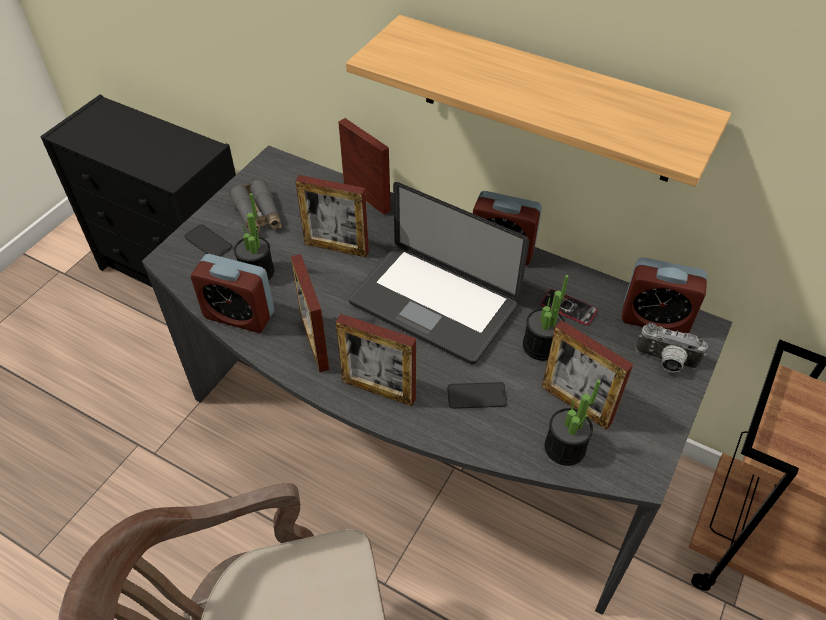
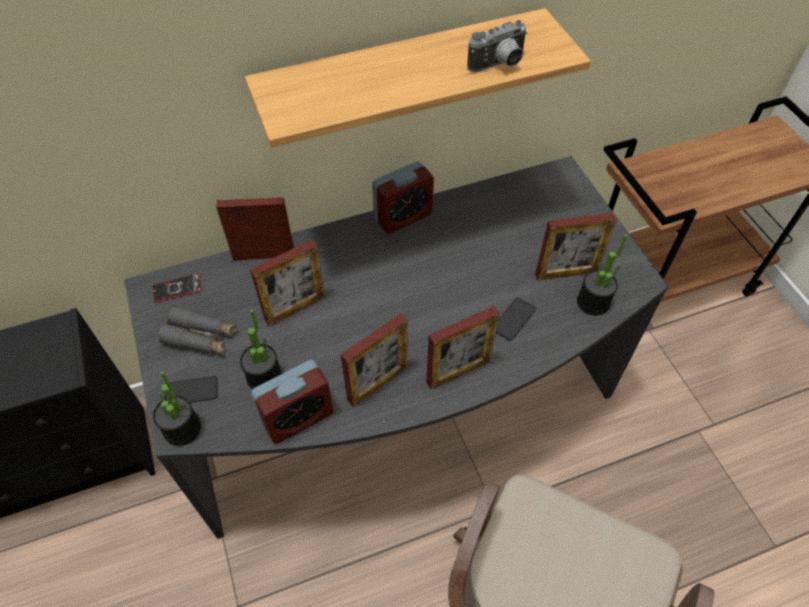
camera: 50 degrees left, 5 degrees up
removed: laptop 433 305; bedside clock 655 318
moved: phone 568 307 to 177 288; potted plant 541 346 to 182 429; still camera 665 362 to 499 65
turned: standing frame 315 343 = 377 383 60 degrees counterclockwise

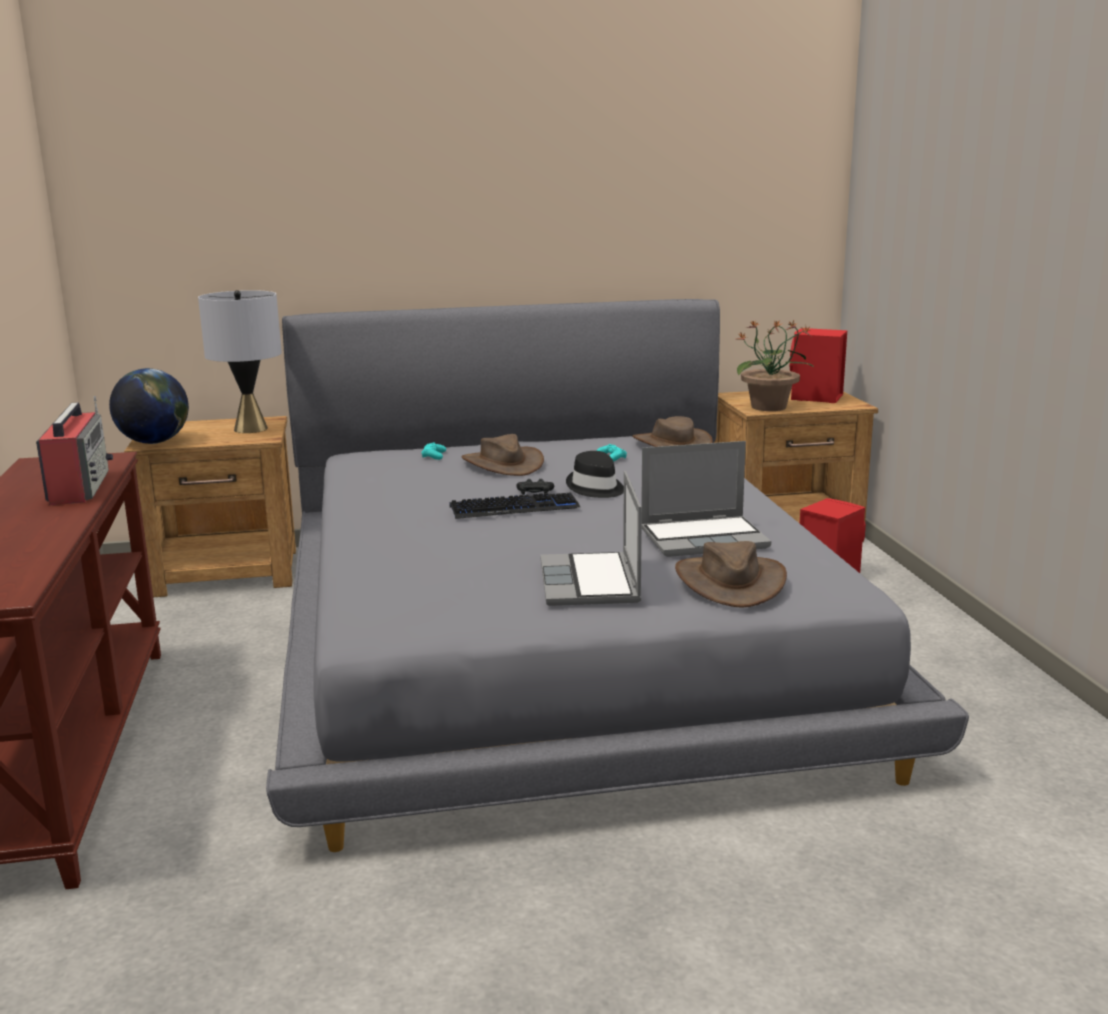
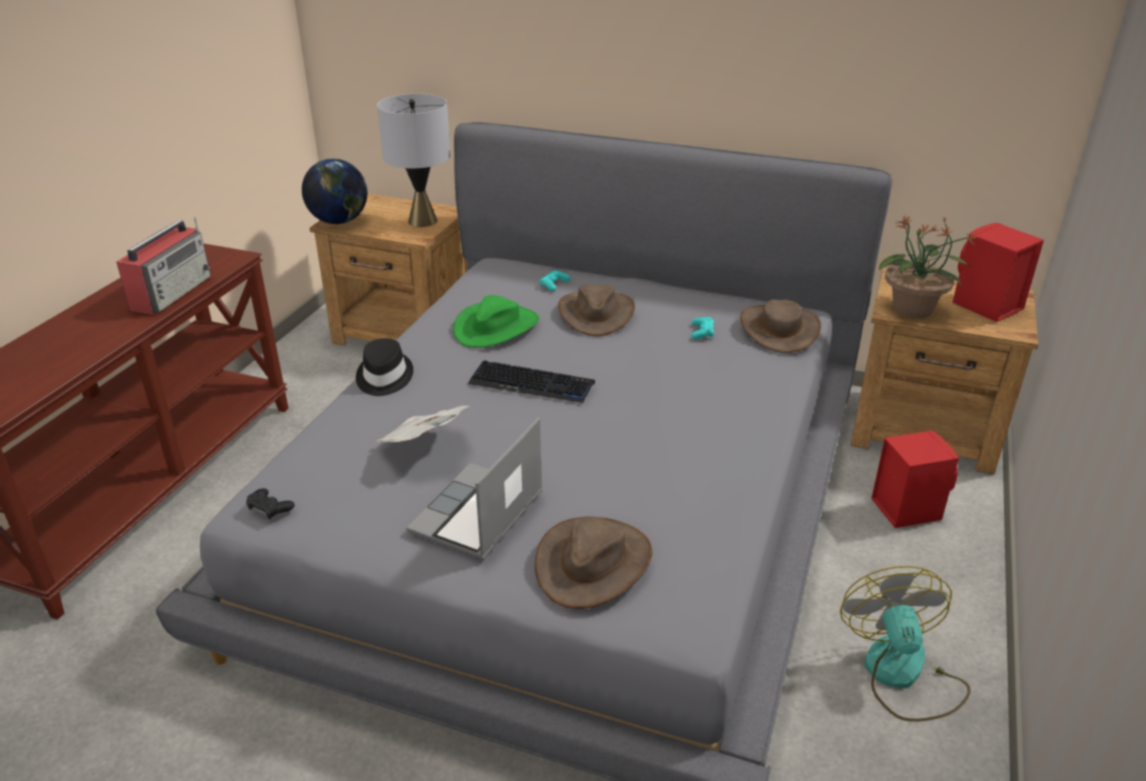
camera: 30 degrees right, 15 degrees up
removed: laptop 705 538
added: printed paper 424 444; wearable hat in green 496 327; cooling fan 901 675
moved: joypad in blackish 535 492 to 270 508; wearable hat in blackish 595 488 to 383 377

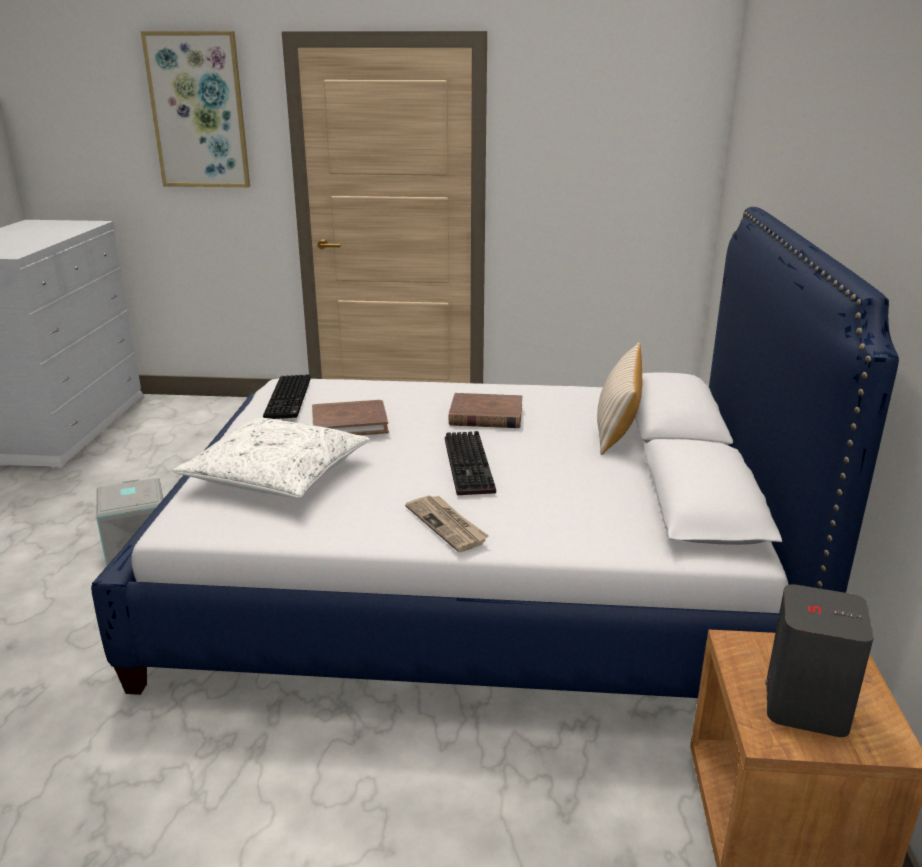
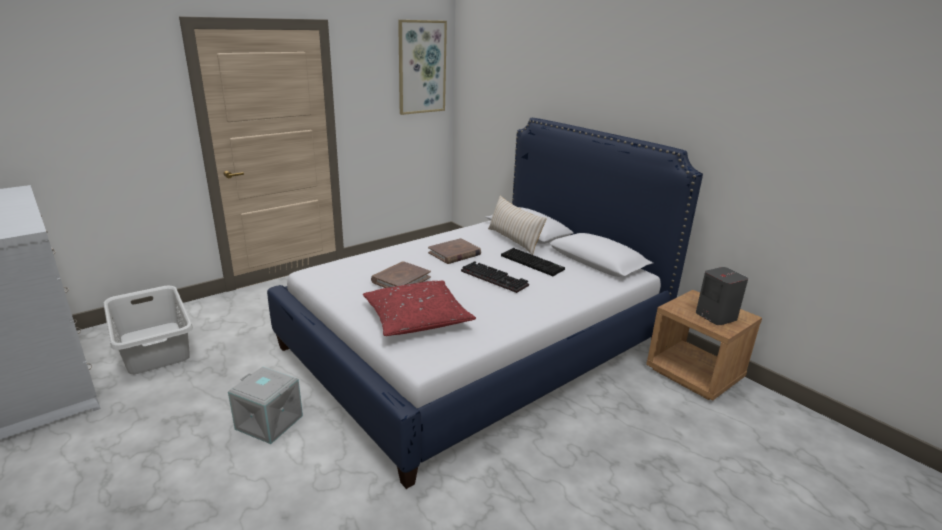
camera: 45 degrees left, 0 degrees up
removed: printed paper 447 525
added: washing basket in grey 153 347
moved: wall picture 198 111 to 421 67; computer keyboard 290 398 to 533 263
recoloured: cushion in white-coloured 277 474 to cushion in red-coloured 417 318

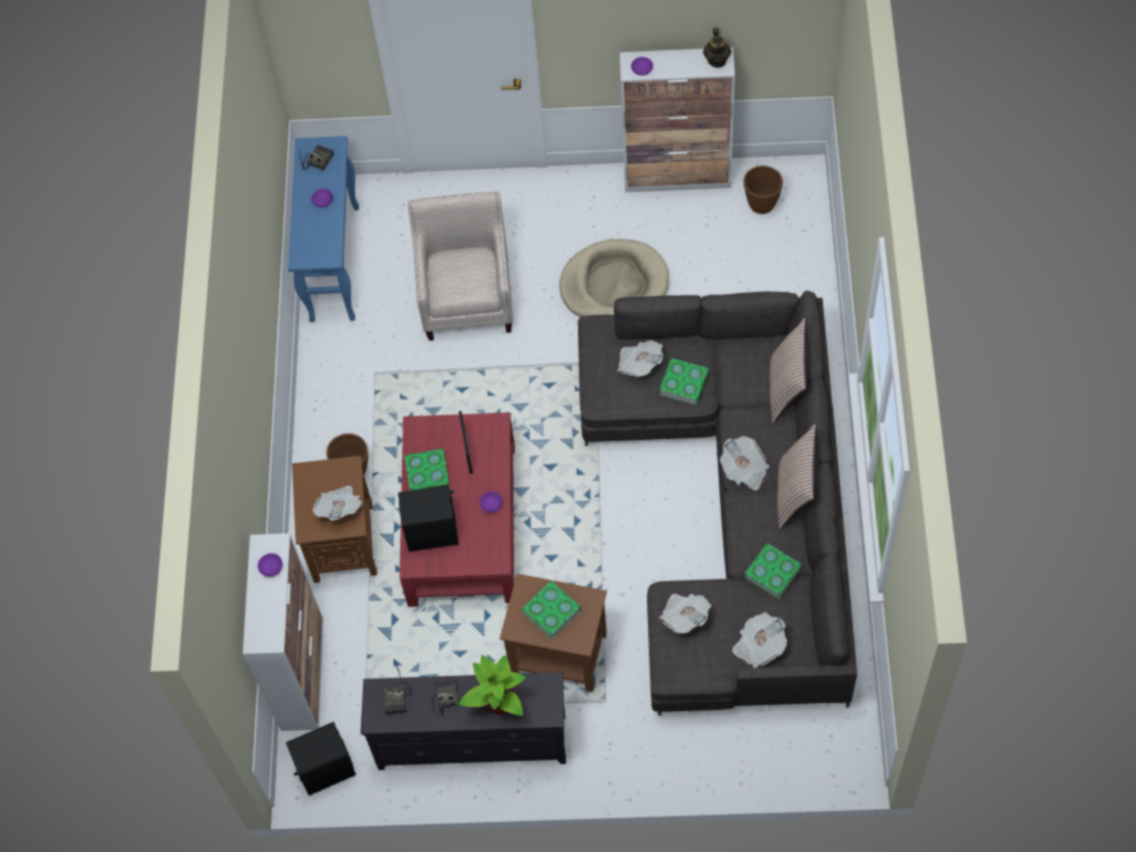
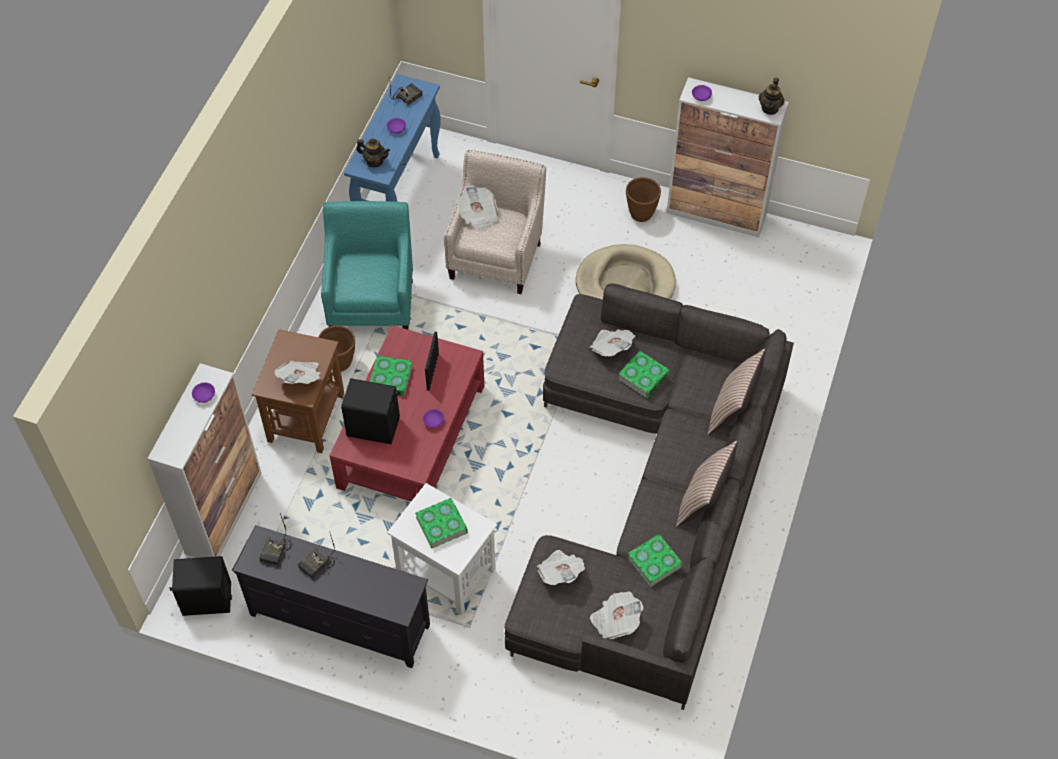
camera: 15 degrees right, 5 degrees down
removed: potted plant 499 703
added: lounge chair in turquoise-coloured 373 301; pot for tea 374 161
moved: printed paper 744 470 to 478 216; flower pot in brownish 761 204 to 641 214
recoloured: side table in brownish 557 654 to side table in white-coloured 445 572
turned: radio set 445 698 = 317 565 150 degrees counterclockwise

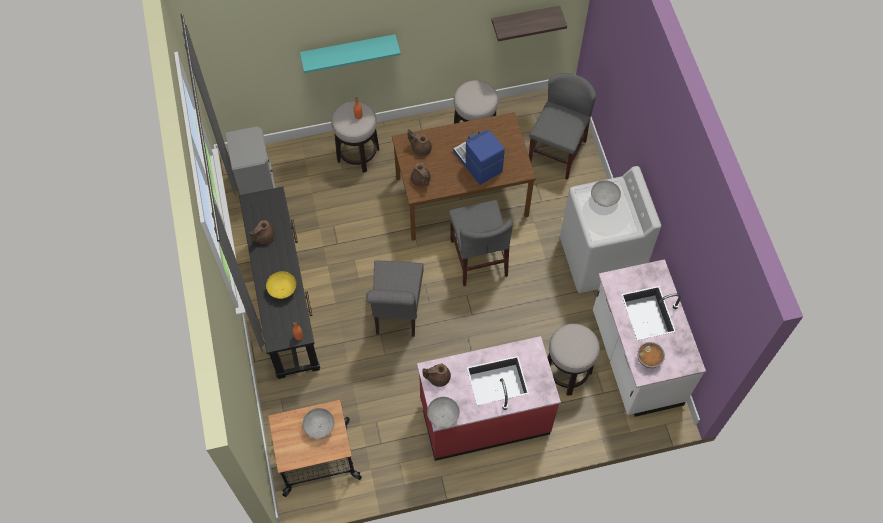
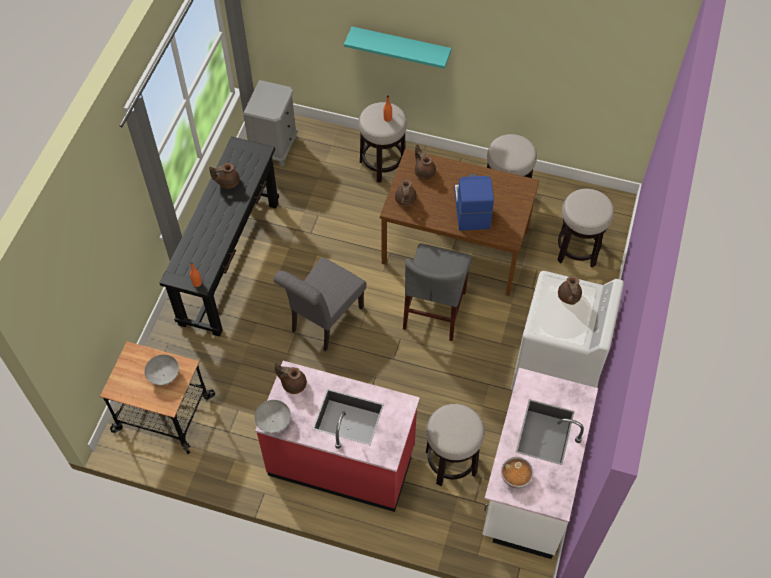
camera: 30 degrees right, 5 degrees down
removed: serving bowl in yellow-coloured 283 289; shelf 524 20
replaced: chair in grey 557 152 to stool 577 250; serving bowl in grey 604 199 to pot for tea in brownish 568 297

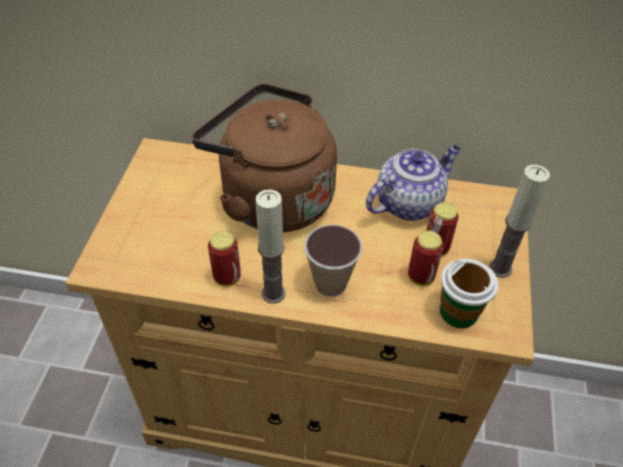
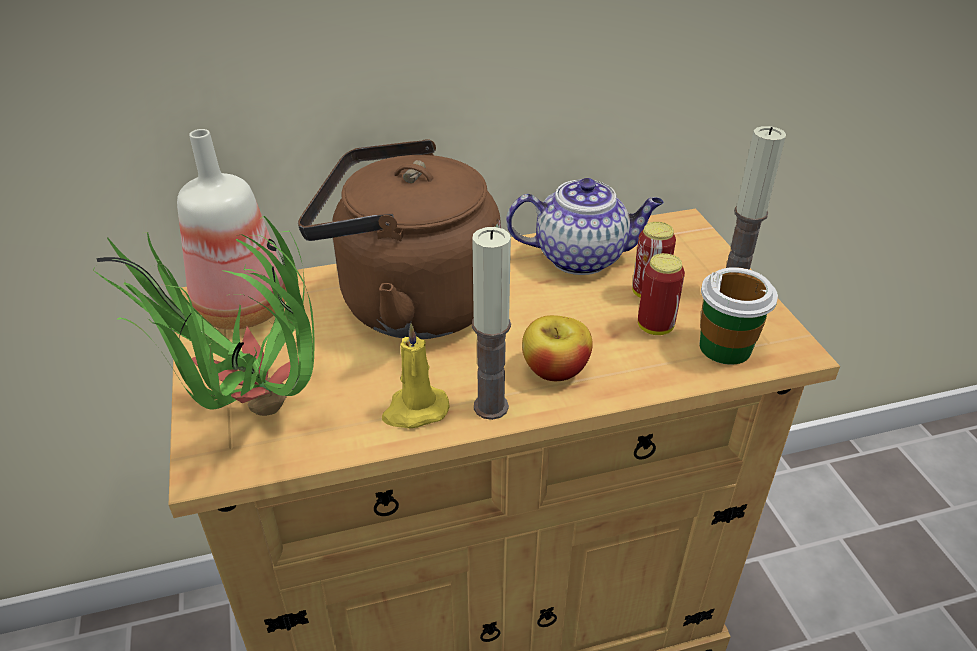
camera: 25 degrees left, 10 degrees down
added: potted plant 252 423; drink bottle 243 307
replaced: metal can 227 277 to candle in yellow-coloured 415 410; cup 330 283 to apple fruit 555 370
turned: pot for tea 409 203 = 582 257 60 degrees clockwise

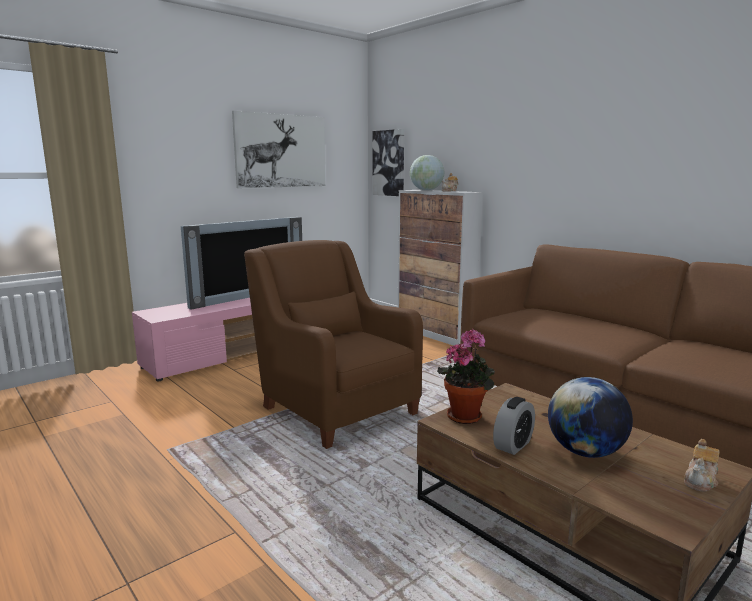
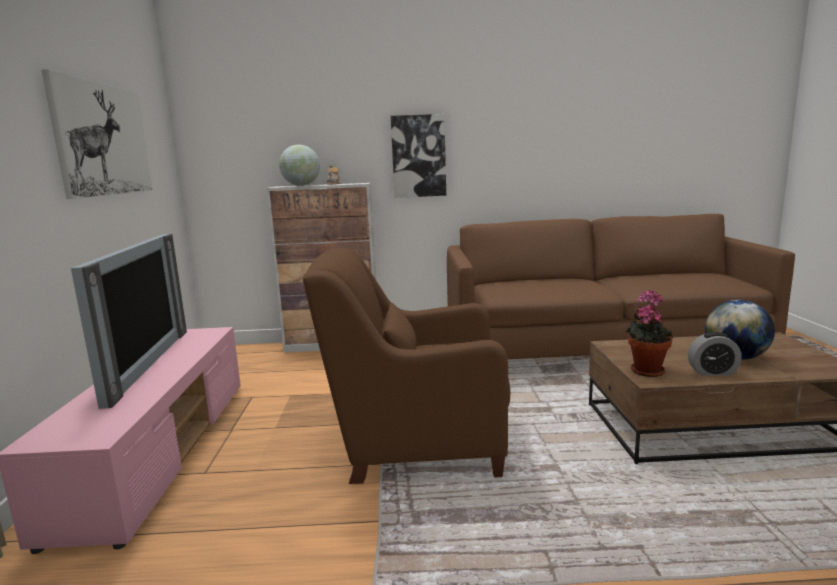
camera: 50 degrees left, 0 degrees up
removed: pot for tea 700 481
moved: wall picture 389 163 to 418 156
turned: bedside clock 513 445 = 712 372 105 degrees clockwise

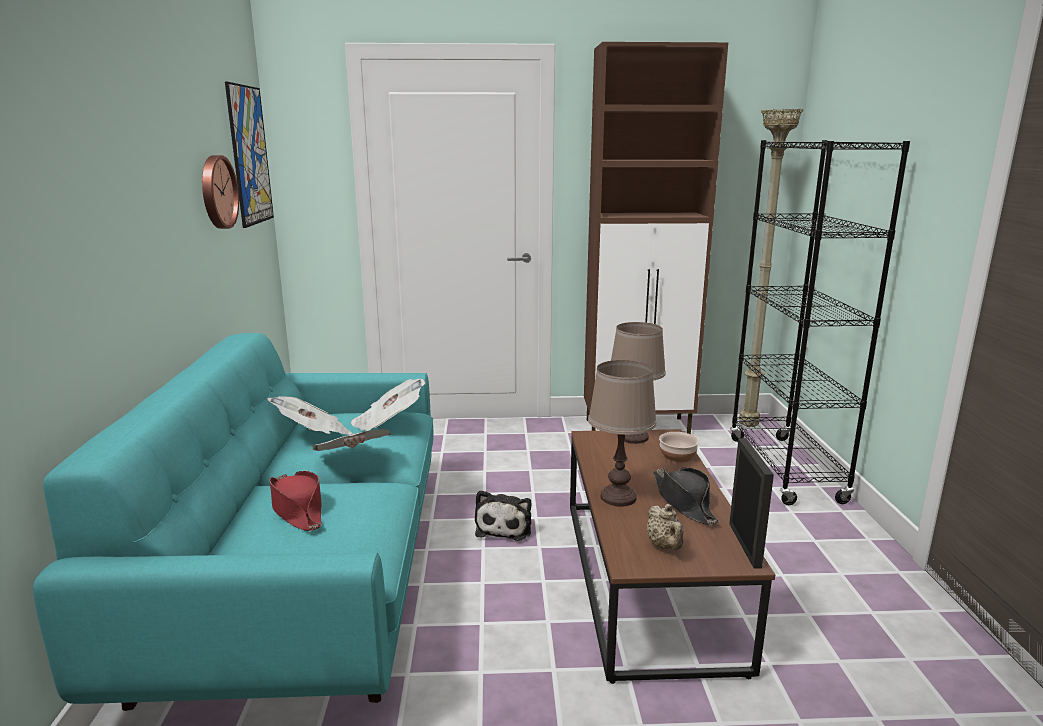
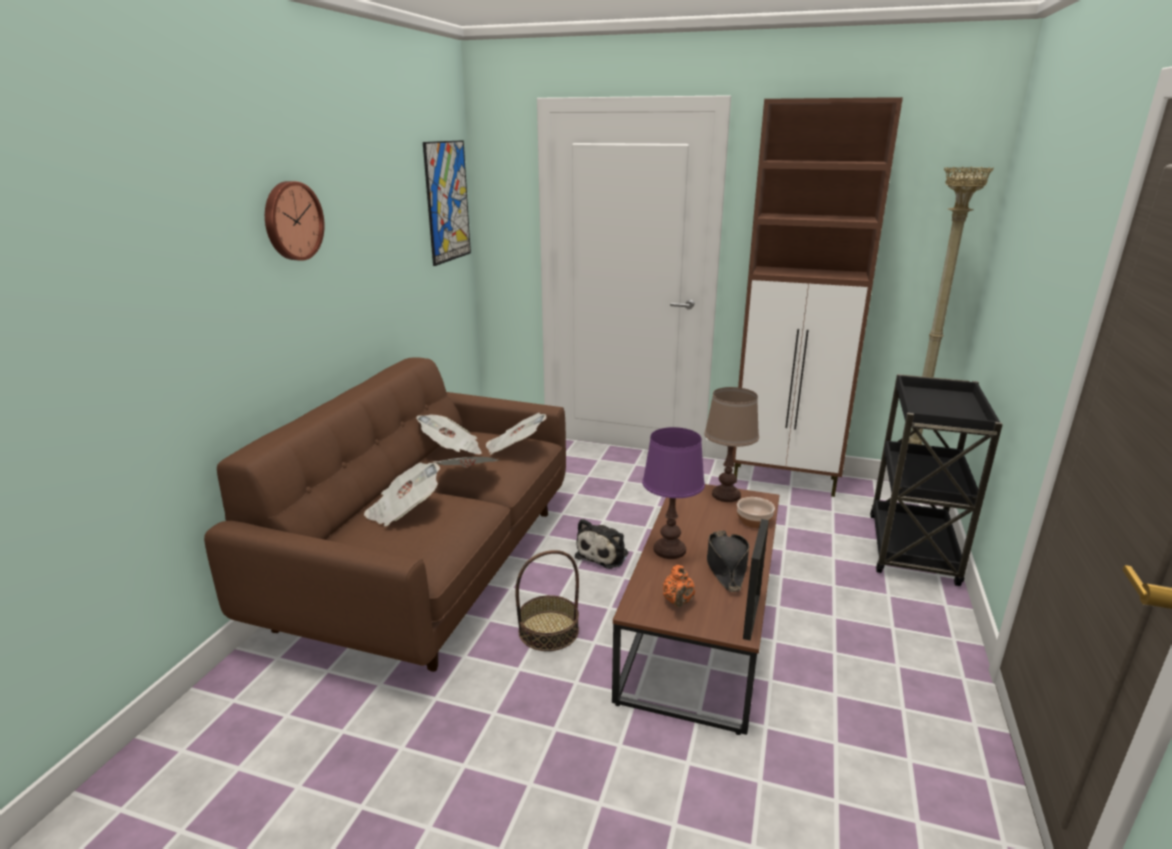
camera: 20 degrees right, 5 degrees up
added: storage basket 548 631
moved: clock on the wall 216 192 to 291 221
replaced: wearable hat in red-coloured 297 509 to printed paper 404 511; bookcase in blackish 785 469 to wheeled cart in blackish 912 551
recoloured: settee in turquoise-coloured 306 579 to settee in brownish 429 565; table lamp in brownish 618 497 to table lamp in purplish 670 550; pot for tea in sand-coloured 665 546 to pot for tea in orange-coloured 678 602

